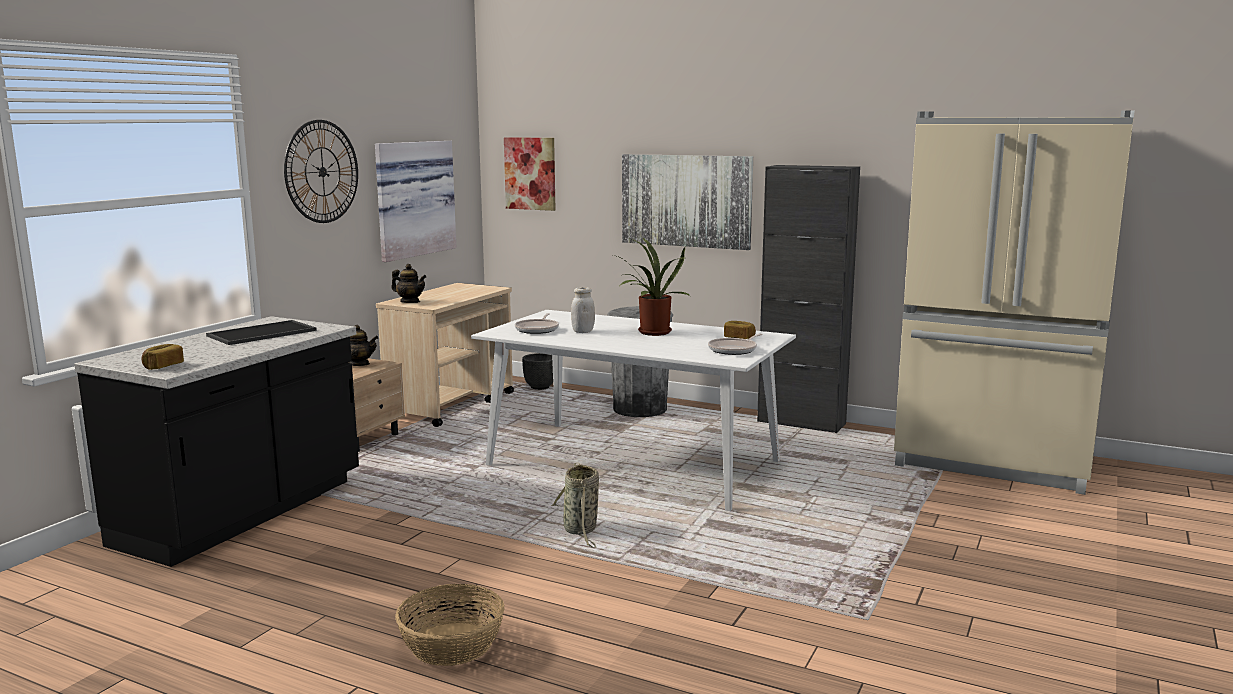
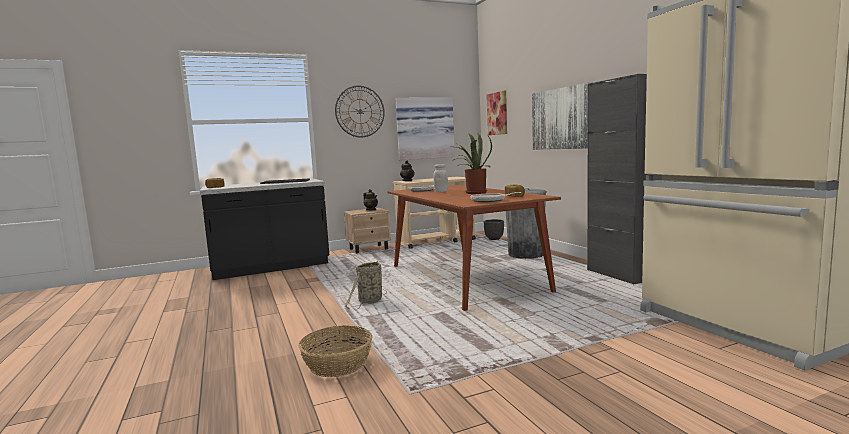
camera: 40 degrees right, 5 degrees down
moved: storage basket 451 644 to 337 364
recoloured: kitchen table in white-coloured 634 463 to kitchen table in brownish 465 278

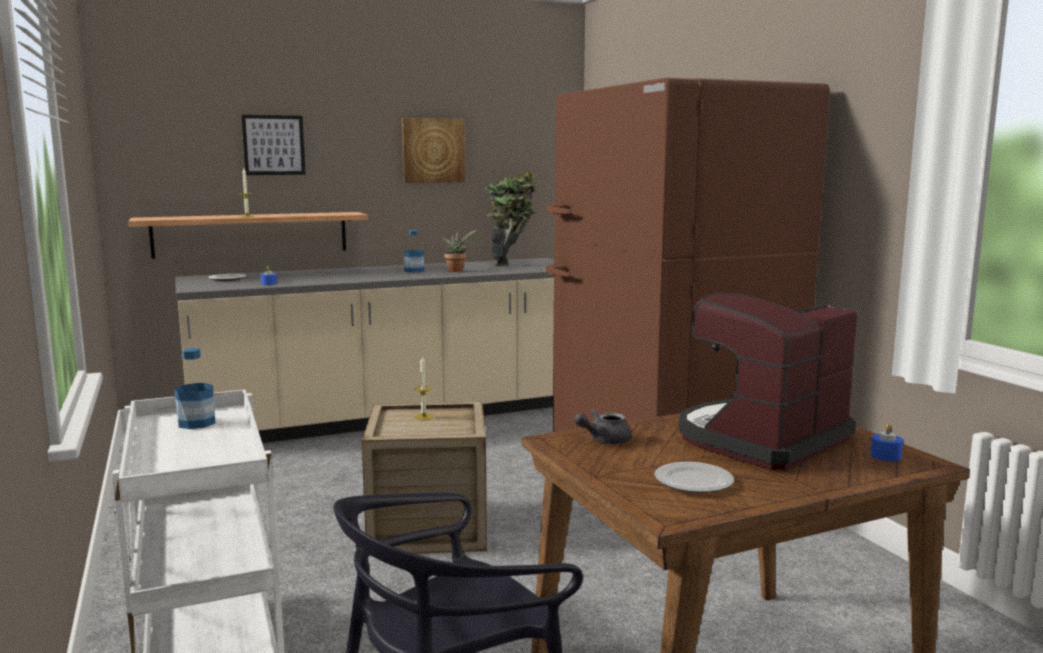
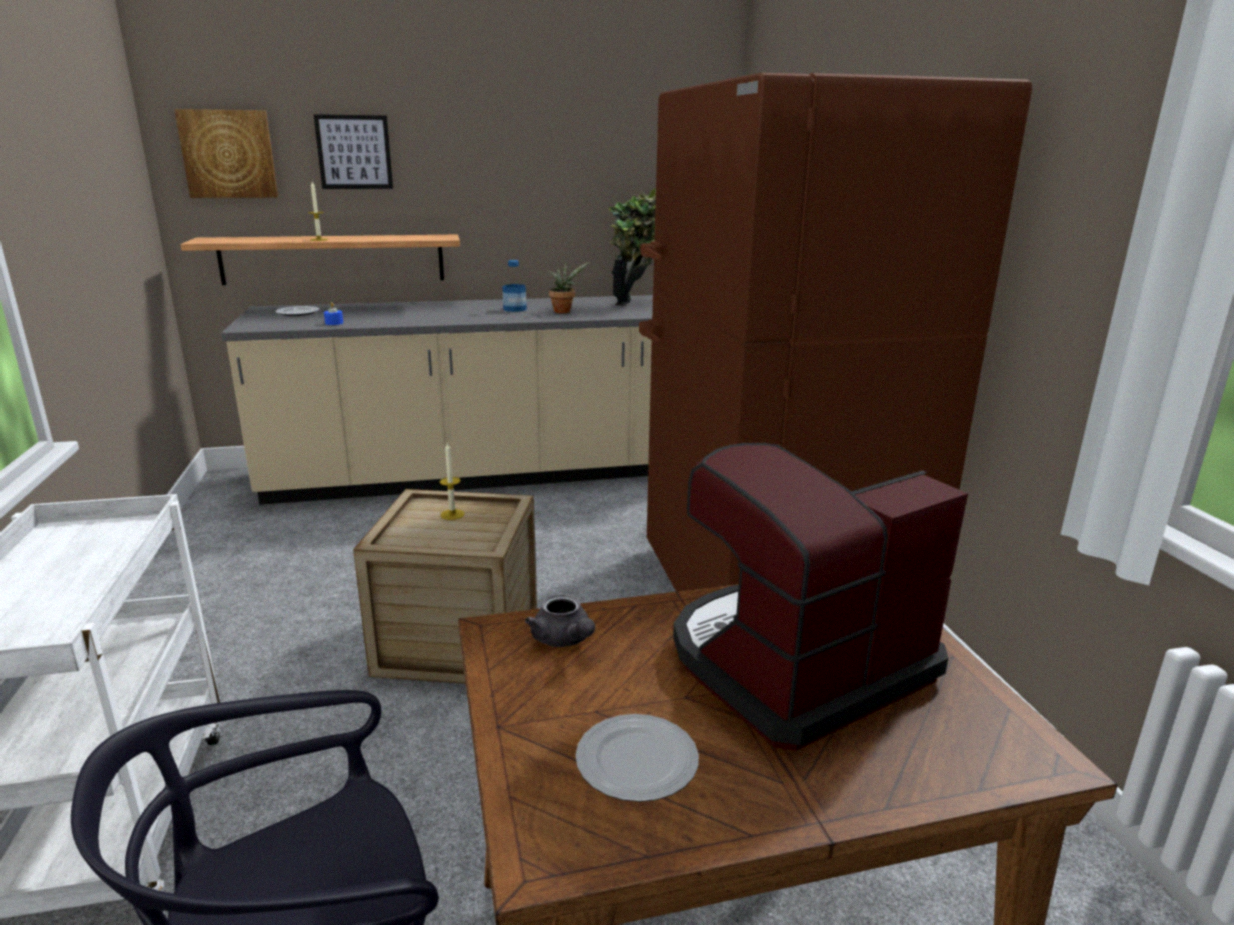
camera: 10 degrees right, 10 degrees up
removed: drink bottle 196 423; candle in bluish 885 456
moved: wall picture 433 150 to 228 154
turned: pot for tea in grey 604 440 = 564 640 105 degrees counterclockwise

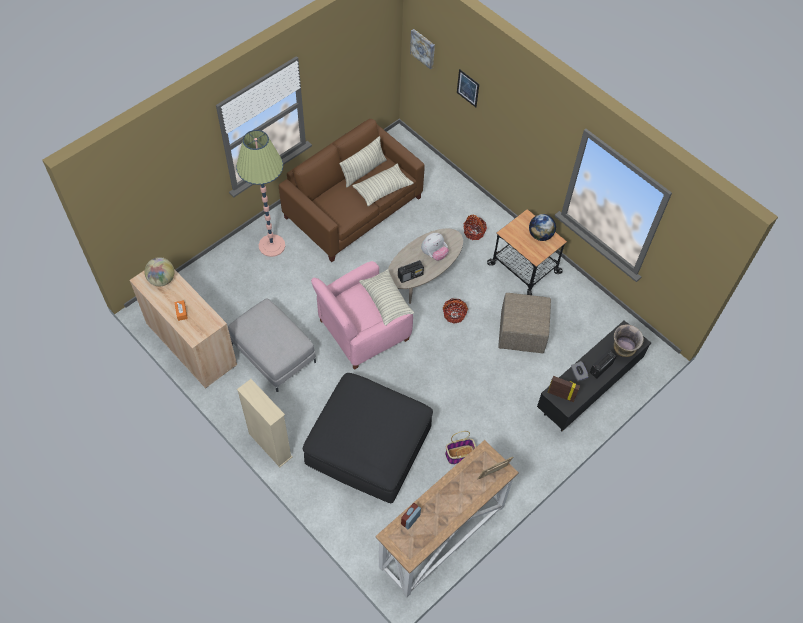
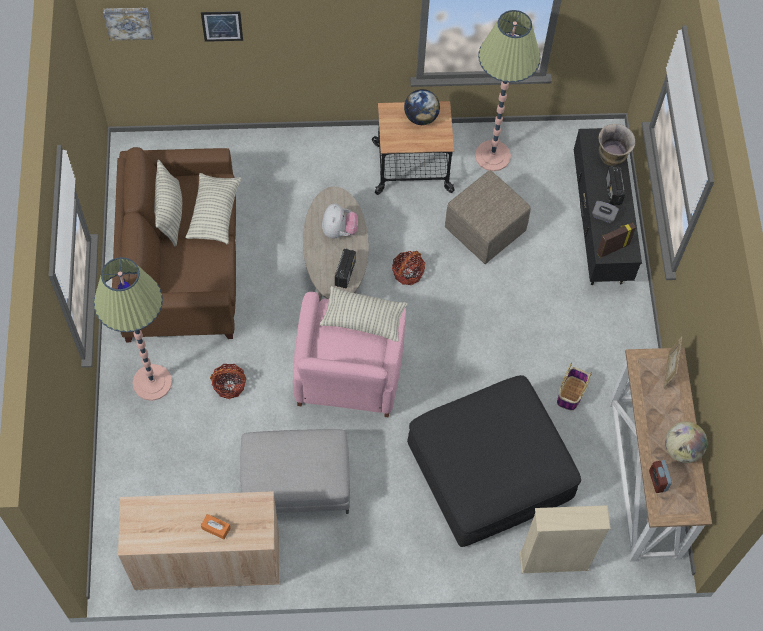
camera: 50 degrees left, 5 degrees up
added: standard lamp 492 156
moved: storage basket 474 232 to 229 385; bookcase in sand-coloured 270 445 to 554 561; world globe 162 280 to 681 450

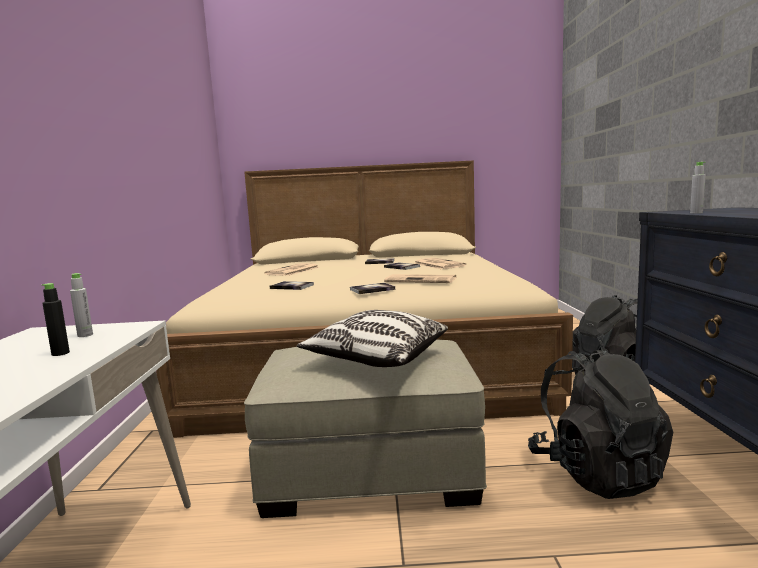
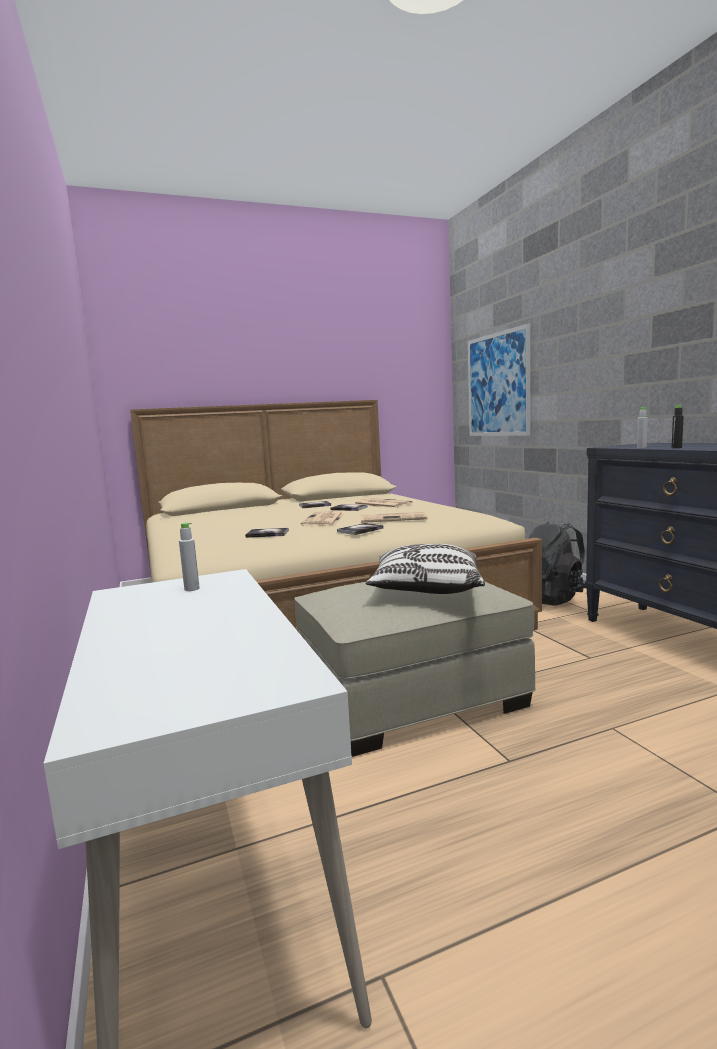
camera: 20 degrees left, 0 degrees up
removed: rucksack in blackish 596 473
added: wall picture 497 385
moved: printed paper 292 271 to 324 520; drink bottle in blackish 60 353 to 676 448

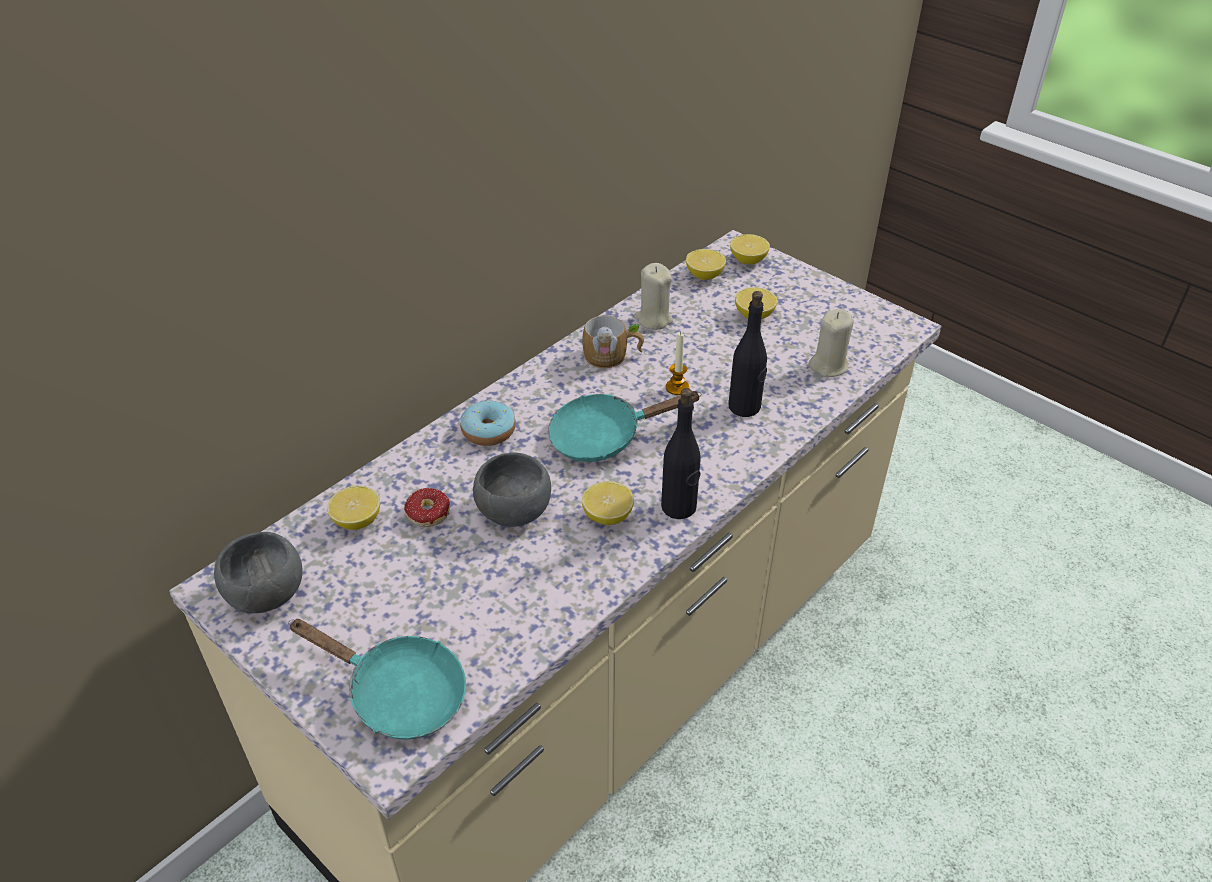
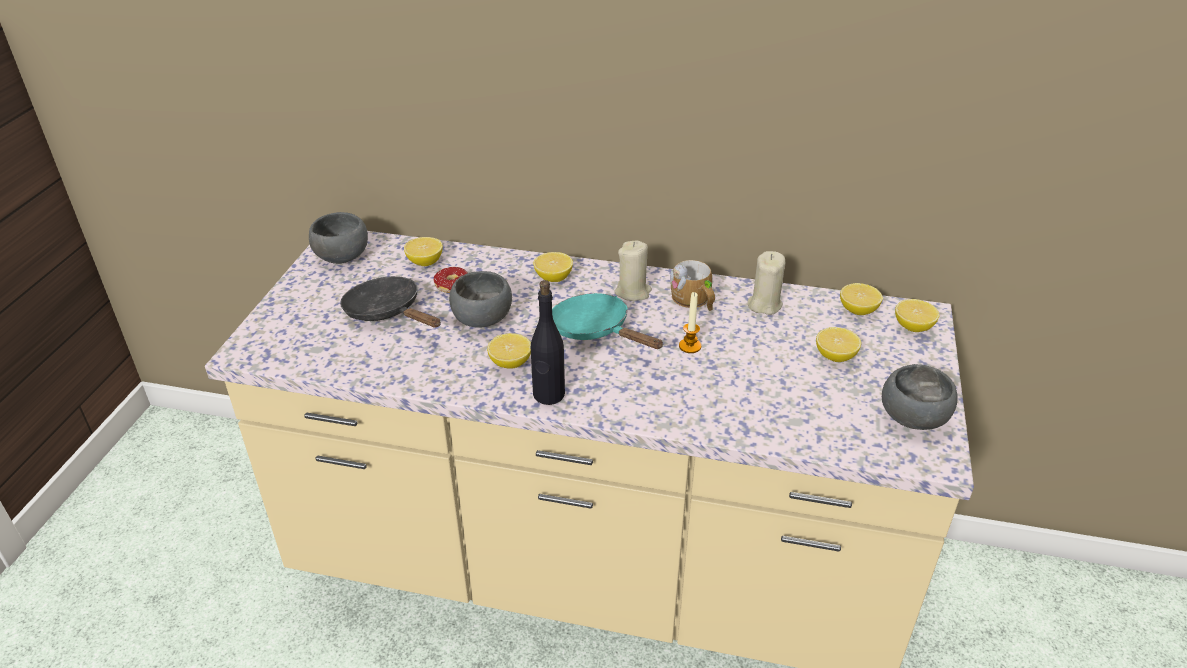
camera: 60 degrees right, 5 degrees down
removed: skillet in turquoise-coloured 398 693; drink bottle in blackish 744 407
added: skillet in blackish 387 312; serving bowl in grey 914 419
moved: candle in sand-coloured 828 365 to 633 292
replaced: donut 488 431 to citrus fruit 553 278

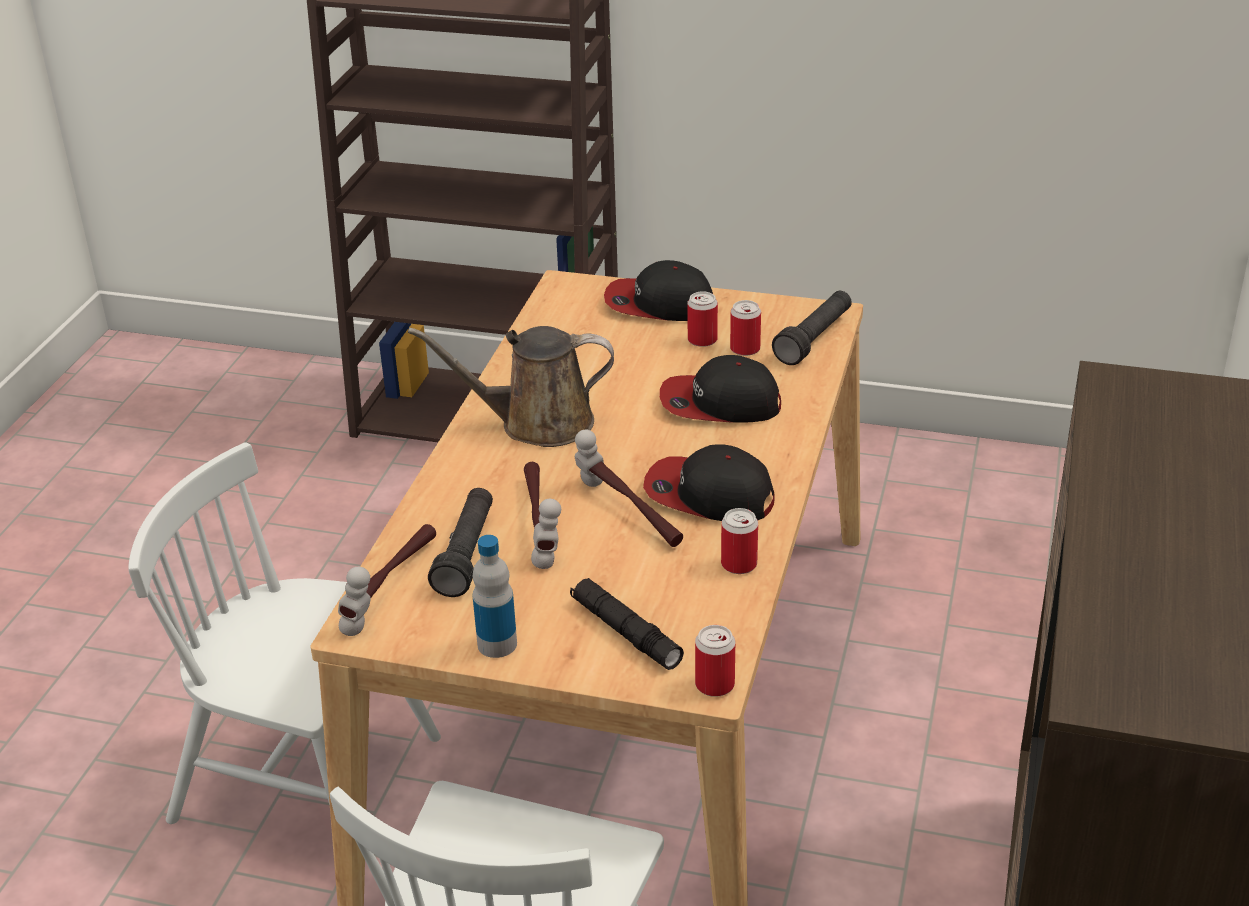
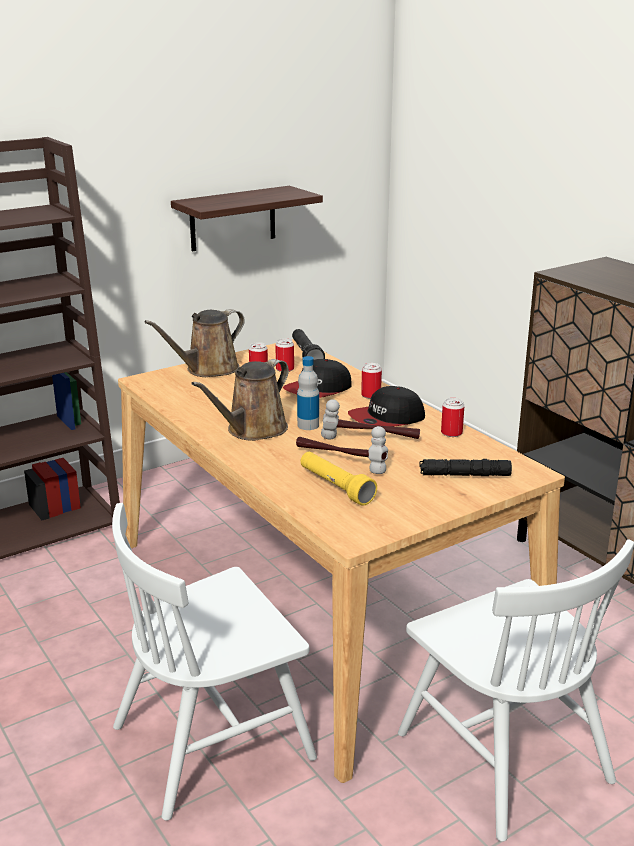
camera: 50 degrees left, 10 degrees down
removed: hammer 391 589
added: shelf 233 218
moved: drink bottle 497 644 to 308 425; metal can 714 684 to 371 395
replaced: baseball cap 659 304 to watering pot in brownish 208 370
recoloured: torch in blackish 466 554 to torch in yellow-coloured 335 487

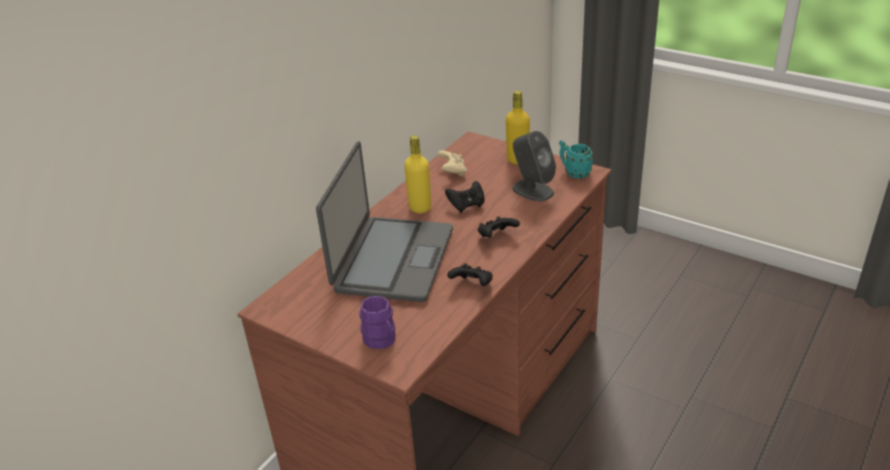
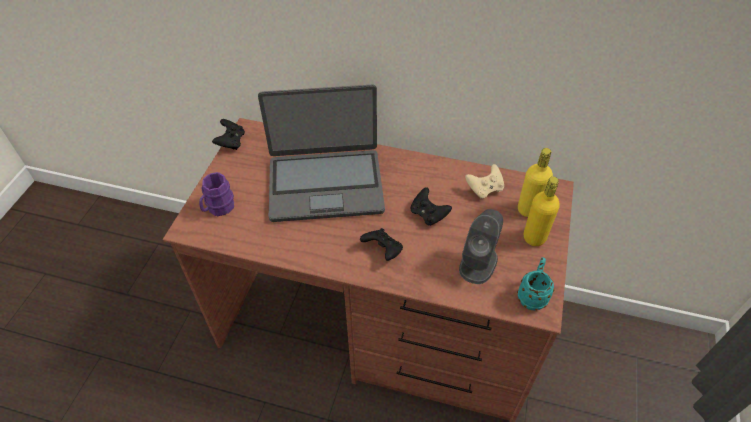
camera: 70 degrees right, 15 degrees up
moved: joypad in blackish 472 285 to 231 142; drink bottle in yellow-coloured 420 207 to 528 209

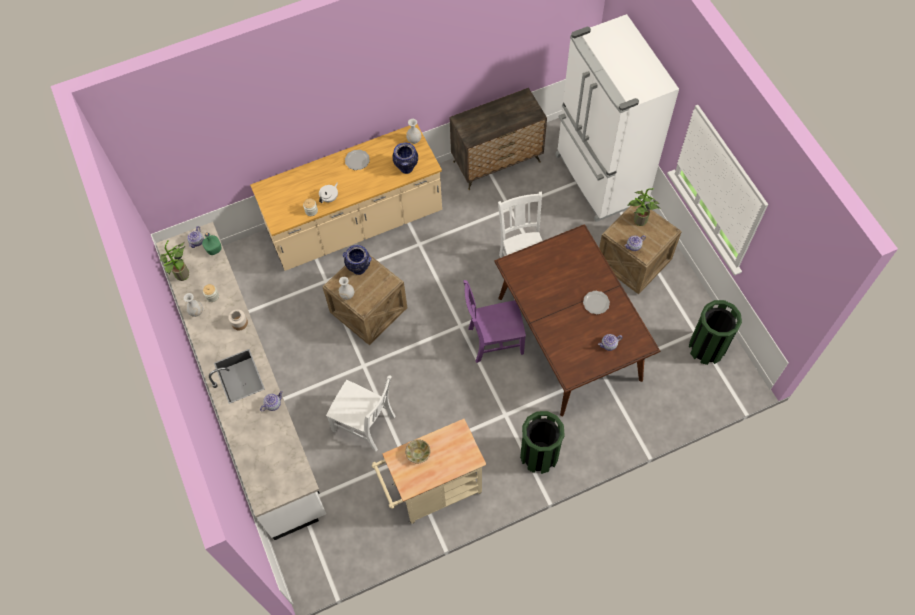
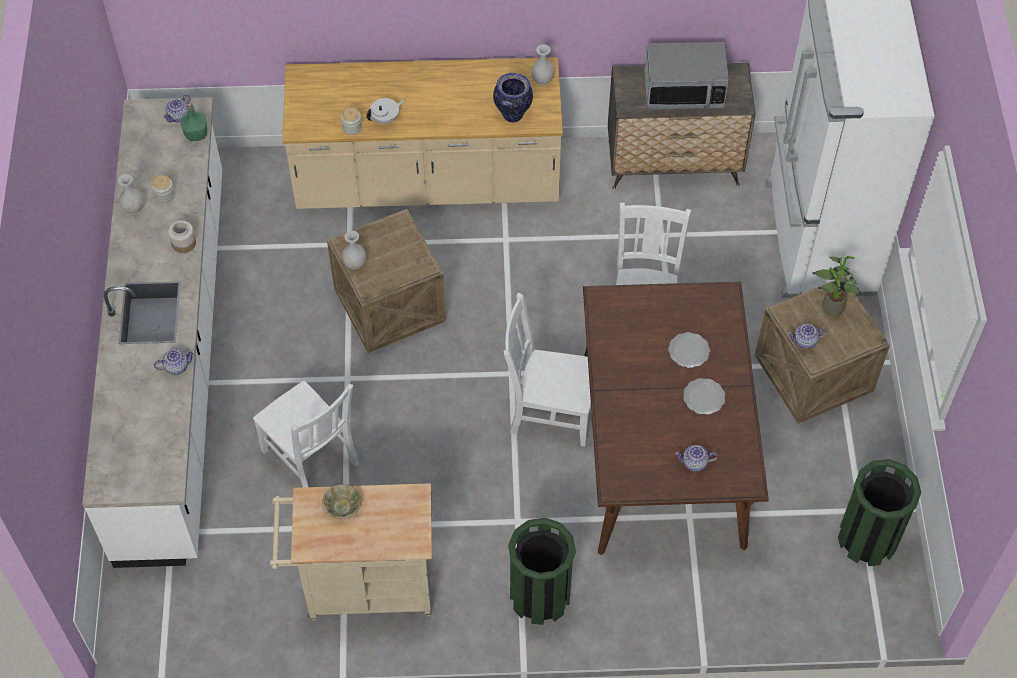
camera: 20 degrees right, 5 degrees down
removed: potted plant 183 277; flower vase 359 269
added: kitchen microwave 683 91
moved: dinner plate 357 160 to 688 350
recoloured: chair in purplish 493 341 to chair in white-coloured 549 411

